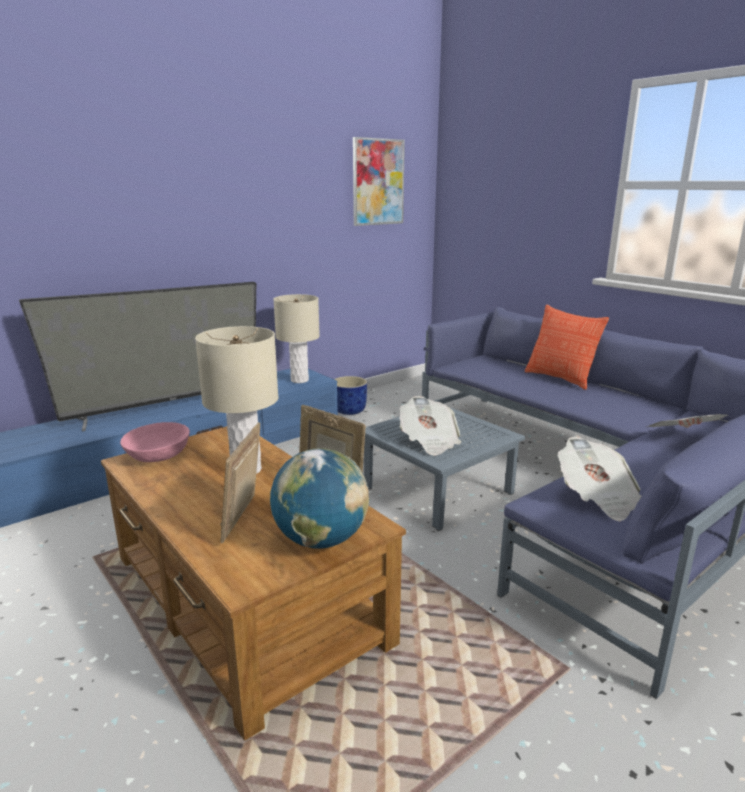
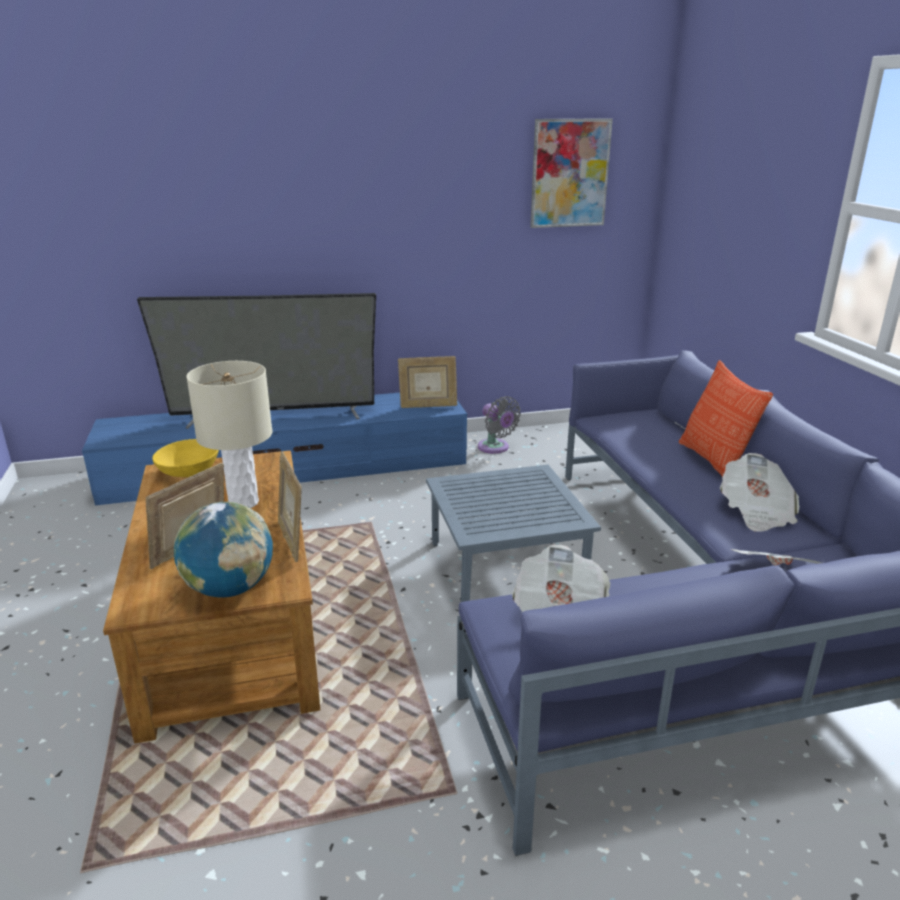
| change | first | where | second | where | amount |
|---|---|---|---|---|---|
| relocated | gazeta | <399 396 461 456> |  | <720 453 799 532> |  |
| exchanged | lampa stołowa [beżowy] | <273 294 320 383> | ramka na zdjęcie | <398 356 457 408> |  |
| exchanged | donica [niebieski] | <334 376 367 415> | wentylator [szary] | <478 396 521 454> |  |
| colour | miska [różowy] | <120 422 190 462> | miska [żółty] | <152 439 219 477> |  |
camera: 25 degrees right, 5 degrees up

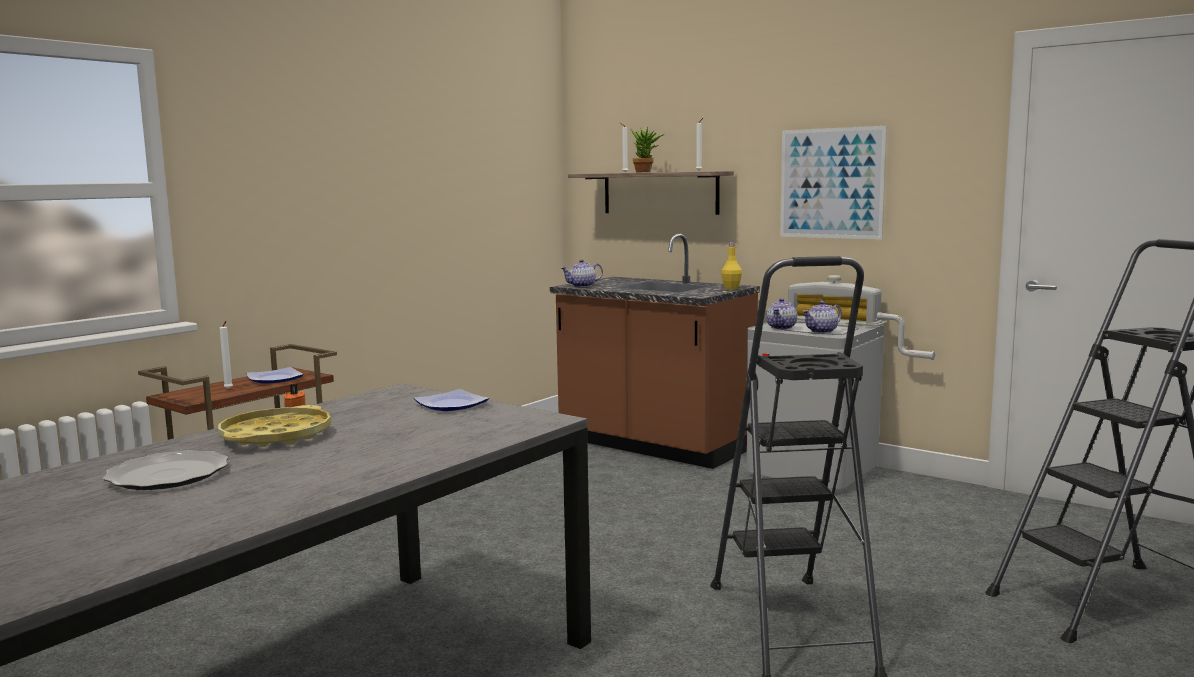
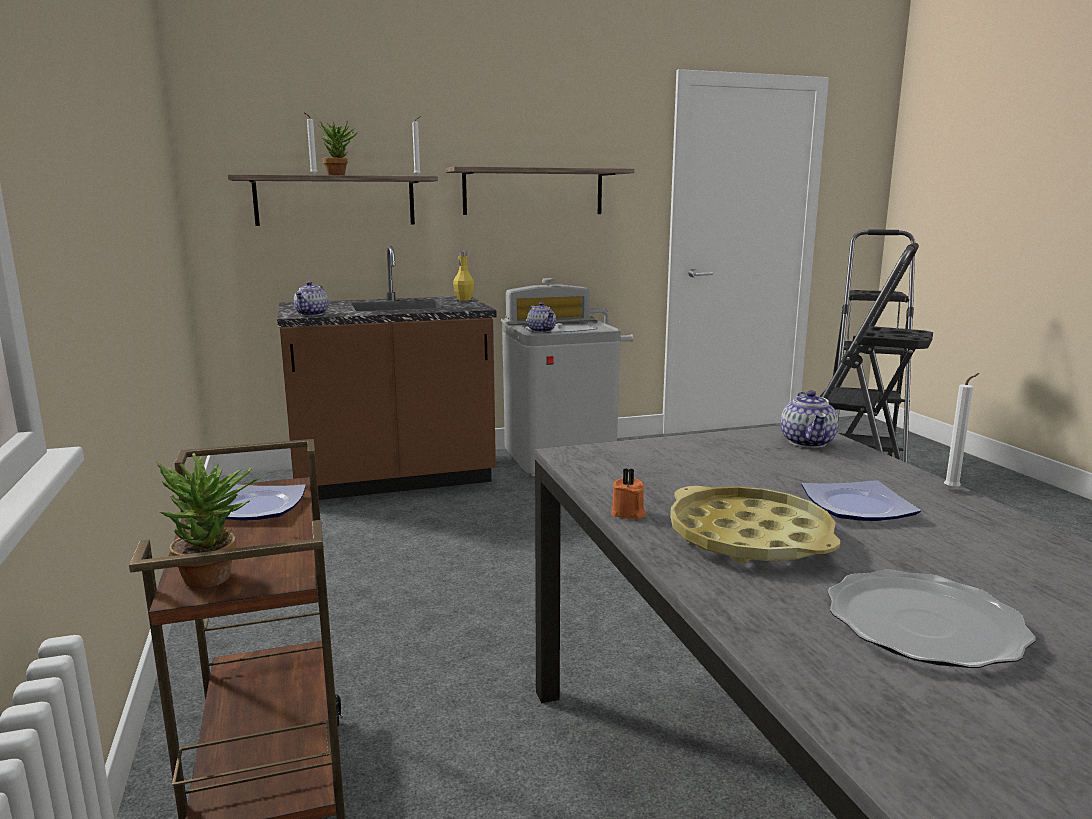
| change | first | where | second | where | amount |
|---|---|---|---|---|---|
| appeared |  |  | roślina doniczkowa | <156 453 259 588> |  |
| relocated | świeca [biały] | <219 321 233 389> |  | <944 373 980 490> |  |
| relocated | talerz | <414 389 489 411> |  | <802 480 921 521> |  |
| relocated | imbryk | <802 301 842 333> |  | <781 390 838 448> |  |
| exchanged | obraz | <780 126 887 240> | półka | <445 166 635 215> |  |
camera: 55 degrees left, 5 degrees up

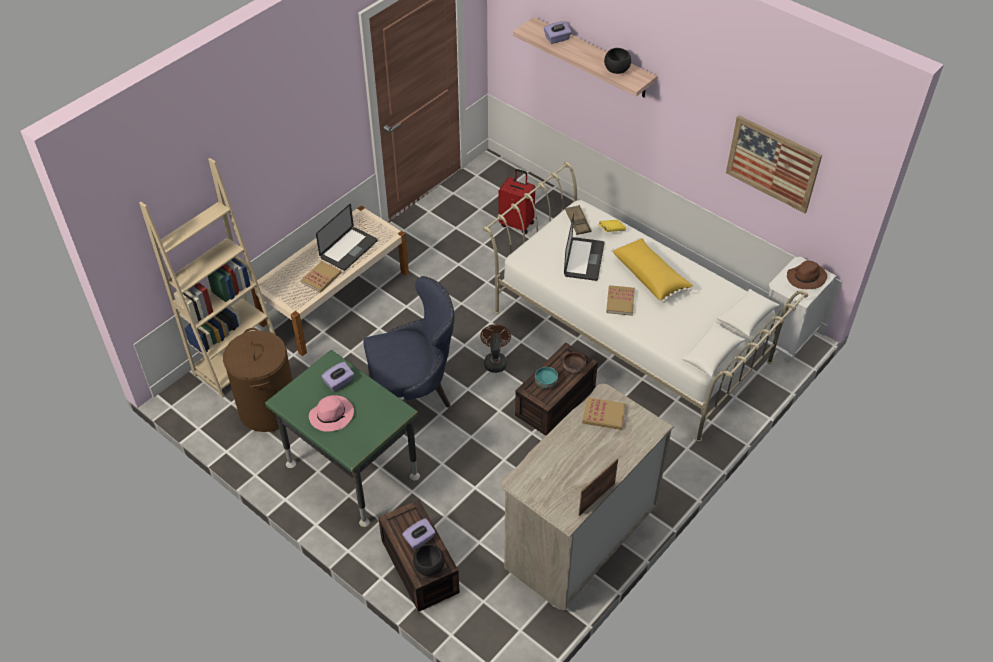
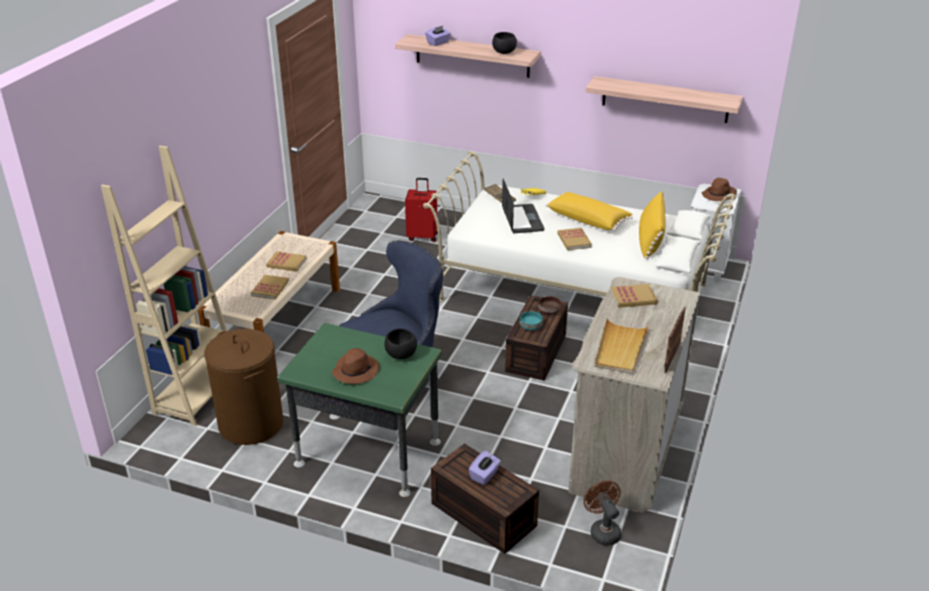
| change | first | where | second | where | amount |
|---|---|---|---|---|---|
| missing | pudełko chusteczek [fioletowy] | <321 362 354 391> |  |  |  |
| appeared |  |  | taca [beżowy] | <595 318 649 374> |  |
| appeared |  |  | poduszka [żółty] | <639 191 666 259> |  |
| relocated | miska [czarny] | <413 544 445 576> |  | <384 328 417 359> |  |
| relocated | wentylator [brązowy] | <480 324 511 373> |  | <583 480 621 546> |  |
| exchanged | laptop | <316 204 377 271> | książka | <266 251 307 272> |  |
| exchanged | obraz | <726 115 822 213> | półka | <586 76 743 123> |  |
| colour | kapelusz [różowy] | <309 395 354 431> | kapelusz [brązowy] | <332 348 379 384> |  |
camera: 20 degrees left, 15 degrees down

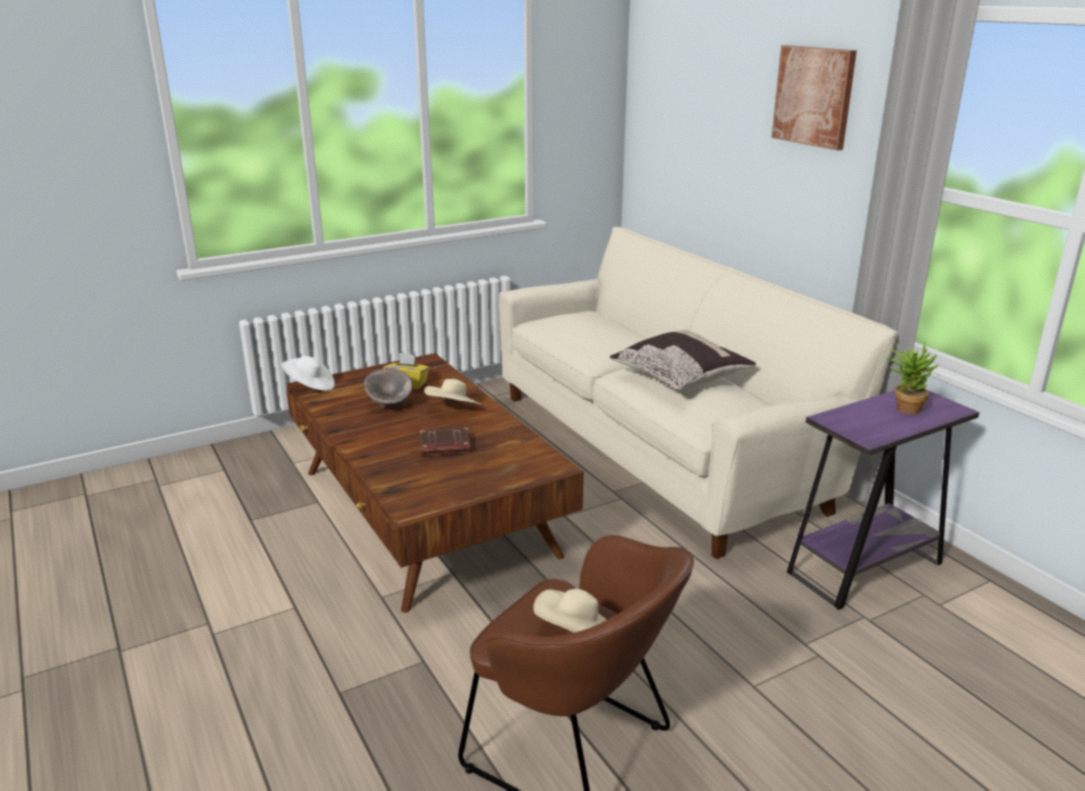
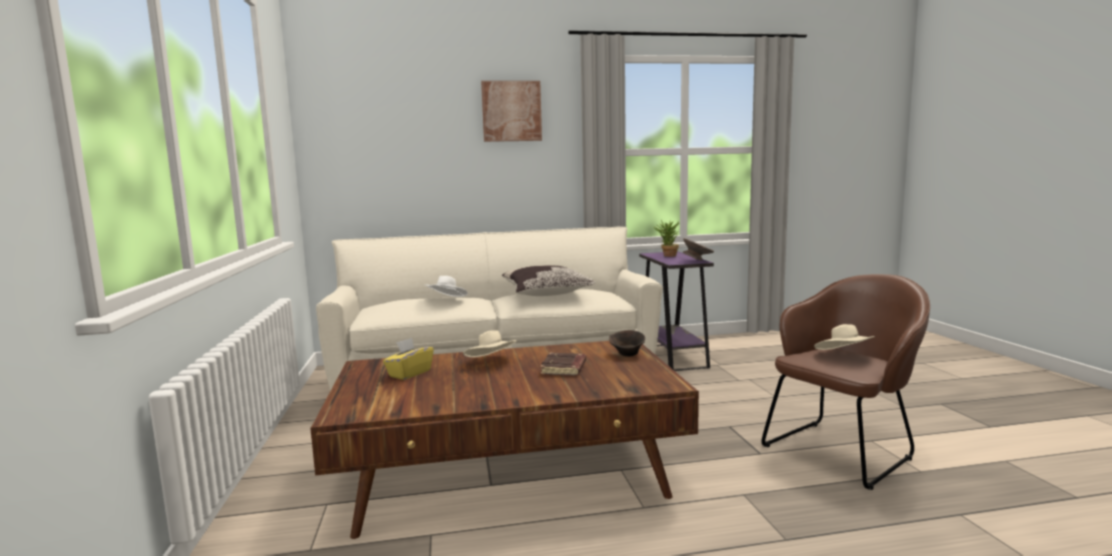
| change | first | where | second | where | amount |
|---|---|---|---|---|---|
| appeared |  |  | miska [brązowy] | <609 330 645 357> |  |
| relocated | kapelusz [biały] | <281 356 335 391> |  | <426 276 468 297> |  |
| relocated | miska [szary] | <364 368 413 408> |  | <683 238 714 261> |  |
camera: 70 degrees left, 15 degrees down

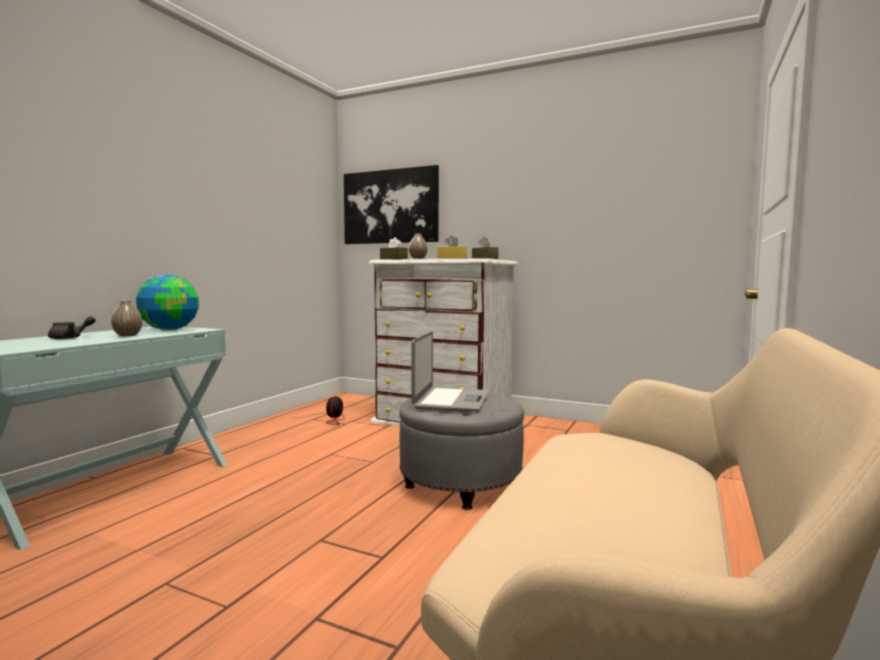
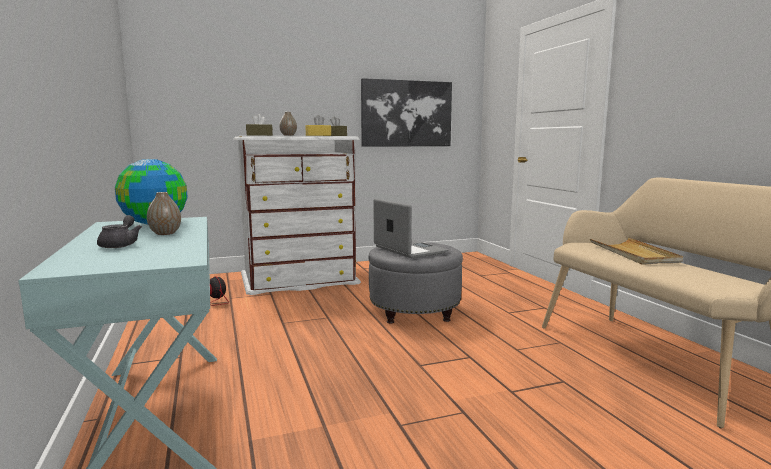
| change | first | where | second | where | amount |
|---|---|---|---|---|---|
| appeared |  |  | taca [beżowy] | <590 237 683 265> |  |
| relocated | obraz | <344 165 439 244> |  | <361 78 452 147> |  |
camera: 45 degrees left, 5 degrees up

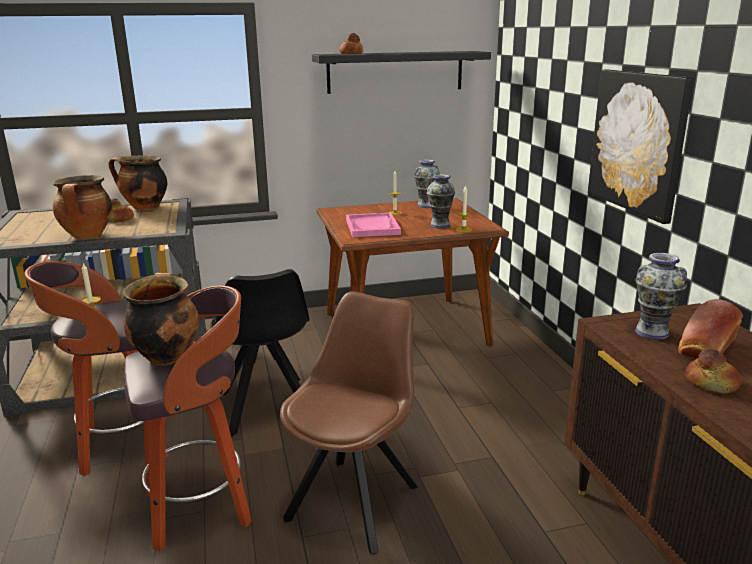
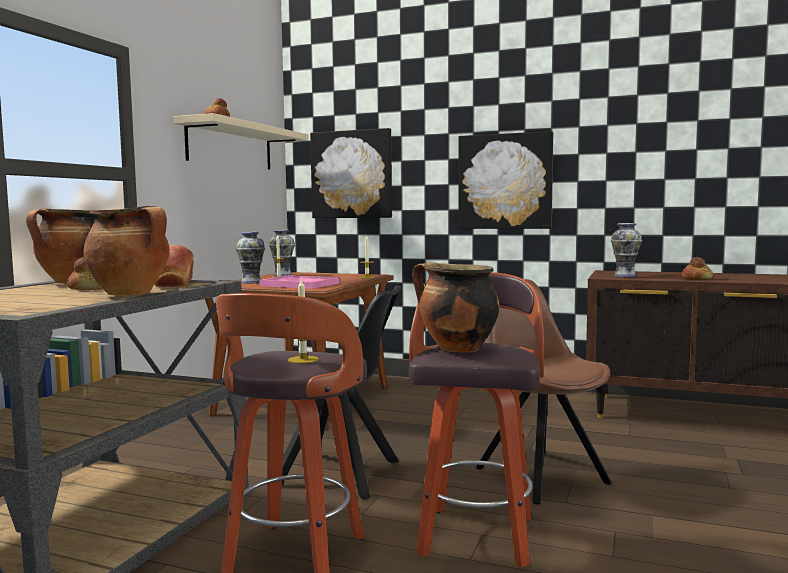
| change | first | where | second | where | amount |
|---|---|---|---|---|---|
| appeared |  |  | obraz | <310 128 392 218> |  |
| relocated | wazon | <427 174 455 229> |  | <236 232 265 284> |  |
| relocated | chleb | <679 299 743 359> |  | <154 245 194 287> |  |
| colour | półka [czarny] | <312 51 491 94> | półka [beżowy] | <174 113 308 170> |  |
camera: 55 degrees left, 15 degrees down

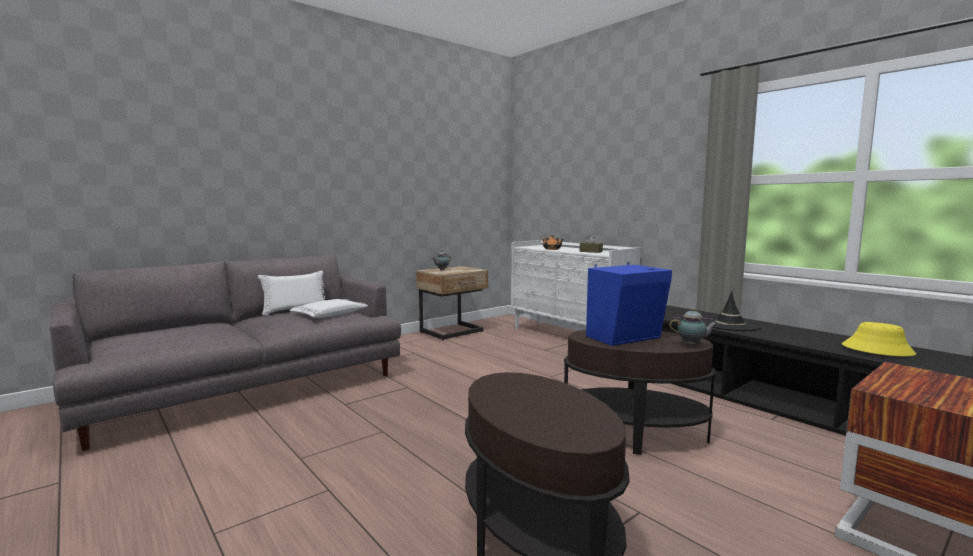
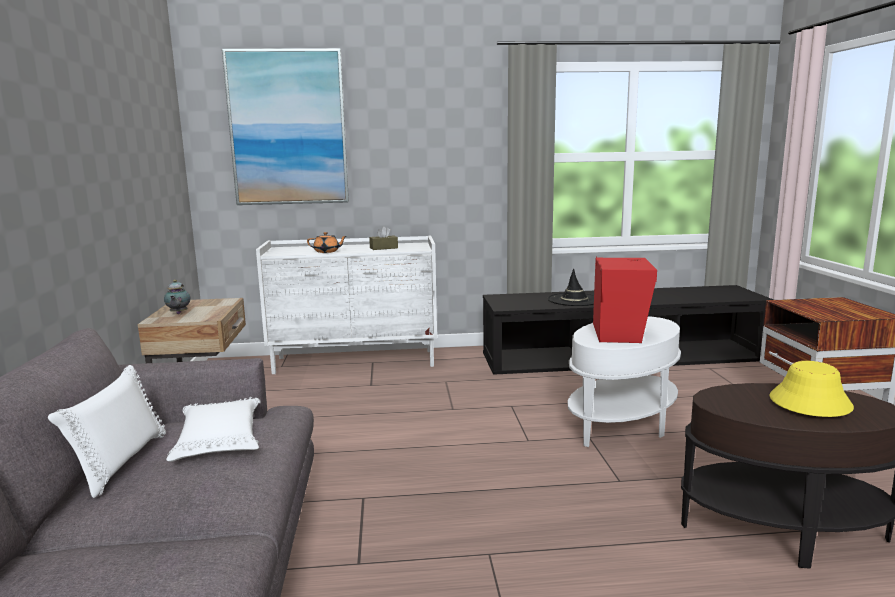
| change | first | where | second | where | amount |
|---|---|---|---|---|---|
| missing | imbryk | <669 308 718 346> |  |  |  |
| appeared |  |  | obraz | <222 48 349 205> |  |
| relocated | kapelusz [żółty] | <842 322 916 356> |  | <769 361 854 417> |  |
| colour | stolik [brązowy] | <564 330 716 455> | stolik [biały] | <568 316 681 447> |  |
| colour | głośnik [niebieski] | <586 262 672 346> | głośnik [czerwony] | <593 256 657 343> |  |
camera: 55 degrees left, 5 degrees up

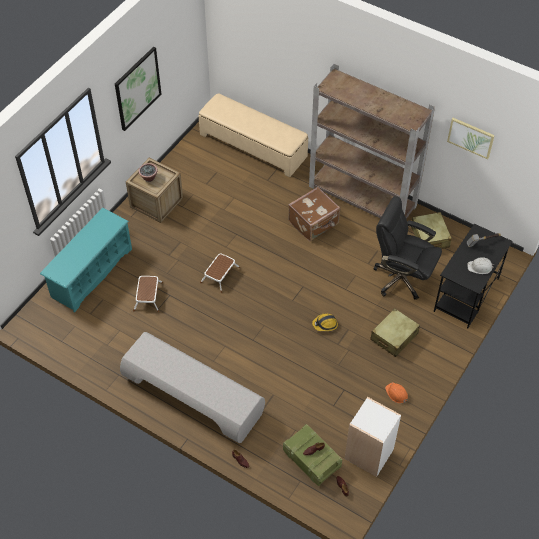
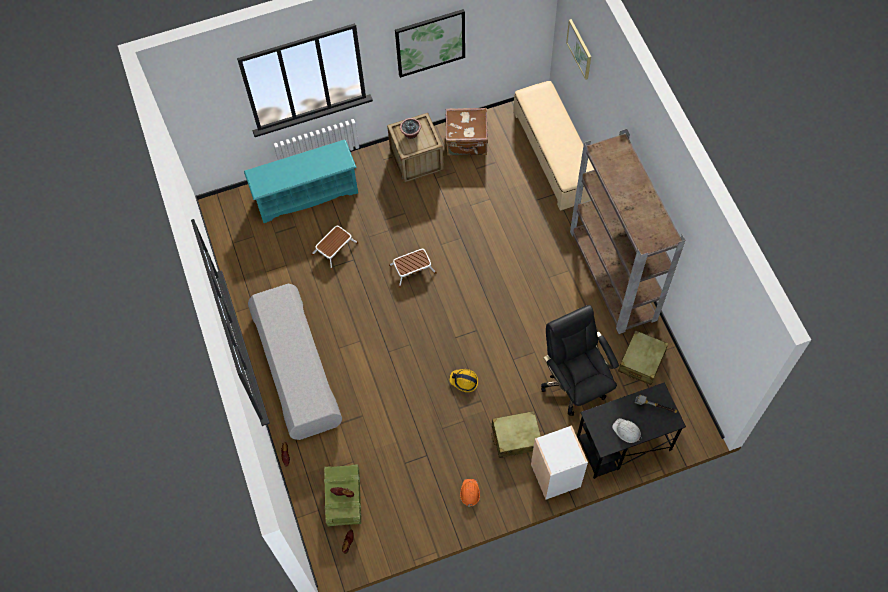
| change | first | where | second | where | amount |
|---|---|---|---|---|---|
| relocated | walizka [brązowy] | <288 187 340 241> |  | <446 108 488 156> |  |
| relocated | regał | <345 397 401 477> |  | <531 425 588 500> |  |
| relocated | obraz | <447 118 495 159> |  | <566 19 591 80> |  |
camera: 40 degrees right, 10 degrees up

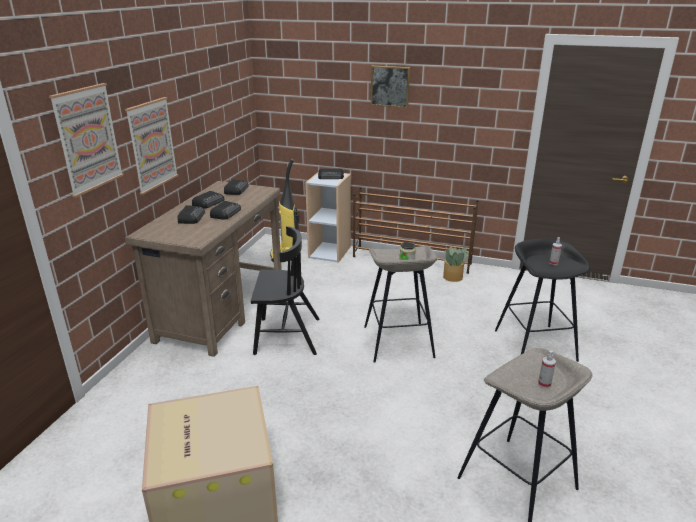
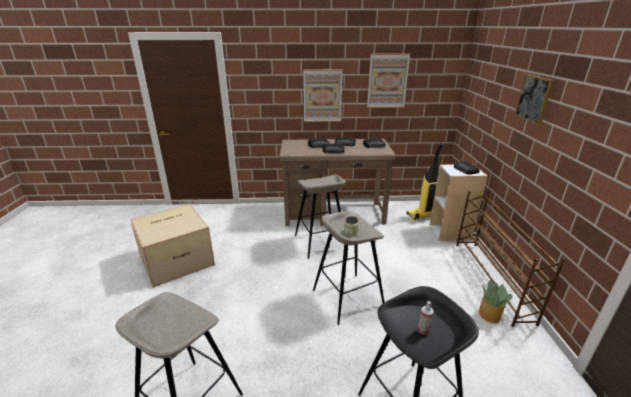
| change | first | where | second | where | amount |
|---|---|---|---|---|---|
| missing | spryskiwacz | <538 351 556 388> |  |  |  |
| relocated | obraz | <49 83 124 197> |  | <367 53 410 108> |  |
| exchanged | krzesło [czarny] | <251 226 320 355> | stołek [szary] | <295 174 346 259> |  |
camera: 70 degrees right, 0 degrees up

